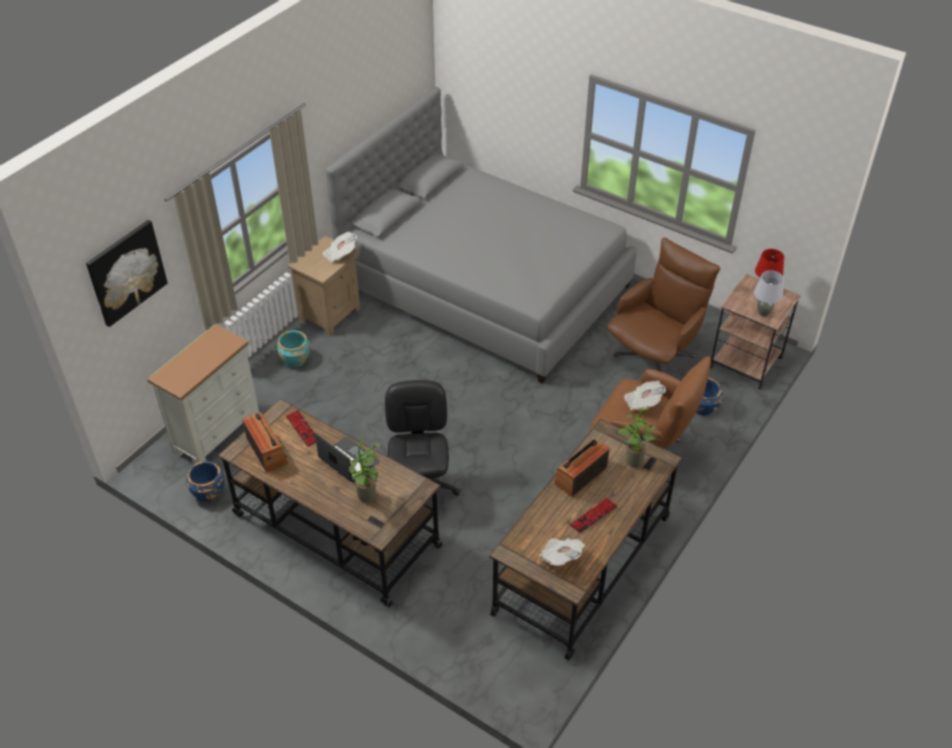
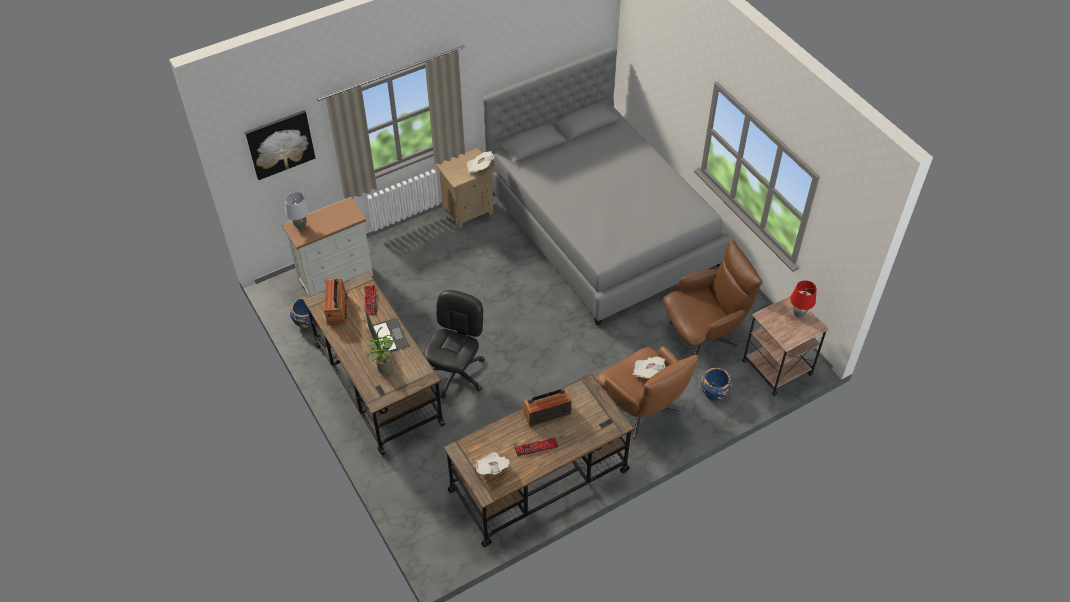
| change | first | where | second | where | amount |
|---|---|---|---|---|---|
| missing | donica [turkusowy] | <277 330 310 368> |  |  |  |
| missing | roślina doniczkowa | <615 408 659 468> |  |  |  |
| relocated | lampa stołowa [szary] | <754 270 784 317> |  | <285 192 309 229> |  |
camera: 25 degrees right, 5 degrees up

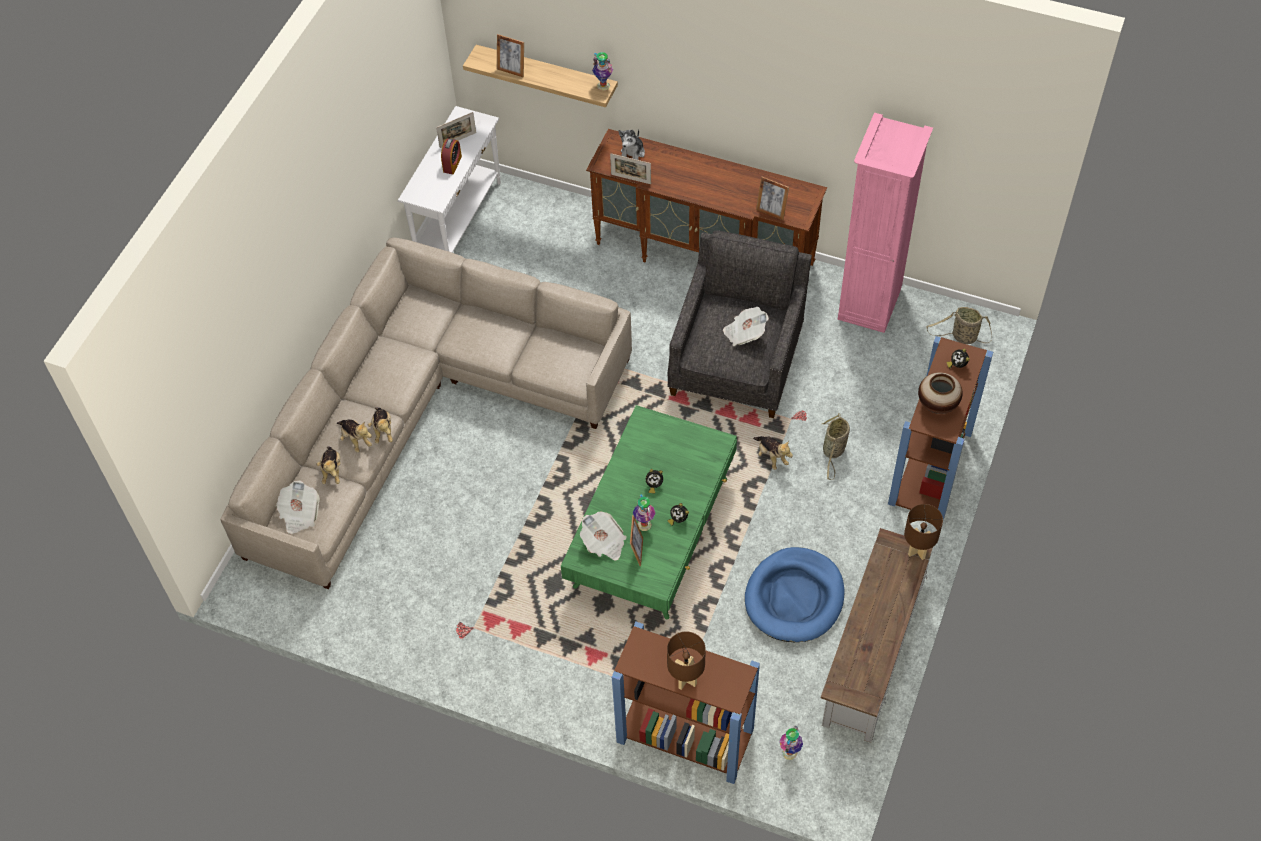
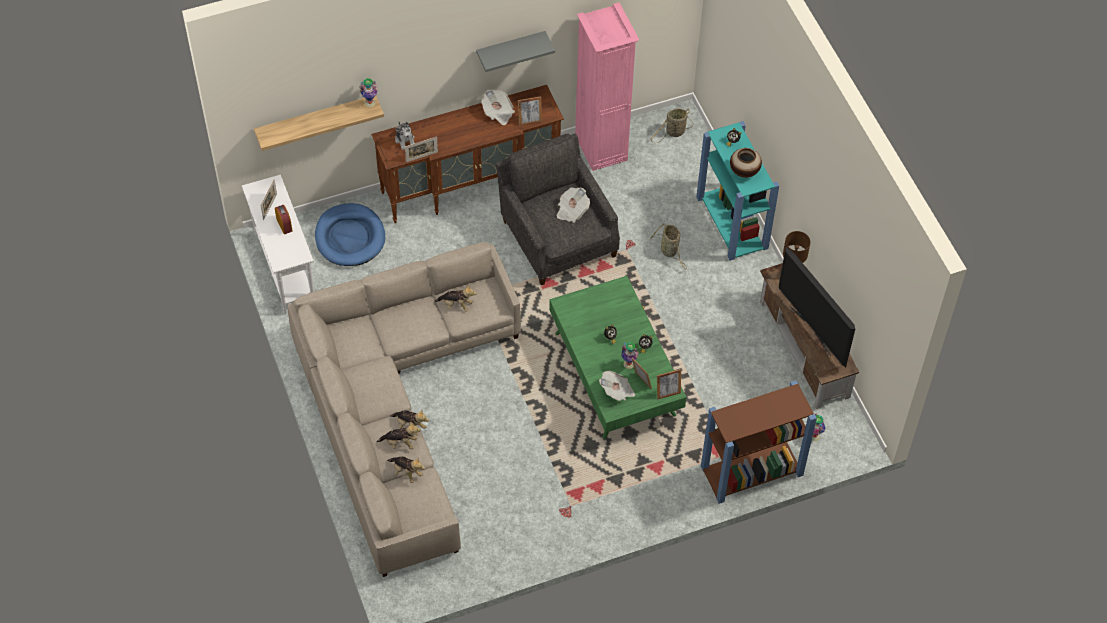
| change | first | where | second | where | amount |
|---|---|---|---|---|---|
| missing | lampa stołowa [brązowy] | <667 632 706 690> |  |  |  |
| appeared |  |  | półka [szary] | <476 31 555 72> |  |
| appeared |  |  | telewizor | <779 247 855 367> |  |
| relocated | gazeta | <276 480 320 534> |  | <481 90 515 125> |  |
| relocated | ramka na zdjęcie | <497 34 524 77> |  | <657 369 681 399> |  |
| relocated | legowisko [niebieski] | <745 547 845 642> |  | <315 203 385 266> |  |
| relocated | pluszak | <753 436 793 470> |  | <434 284 476 312> |  |
| colour | regał [brązowy] | <888 336 993 520> | regał [turkusowy] | <696 121 779 261> |  |
camera: 45 degrees left, 0 degrees up

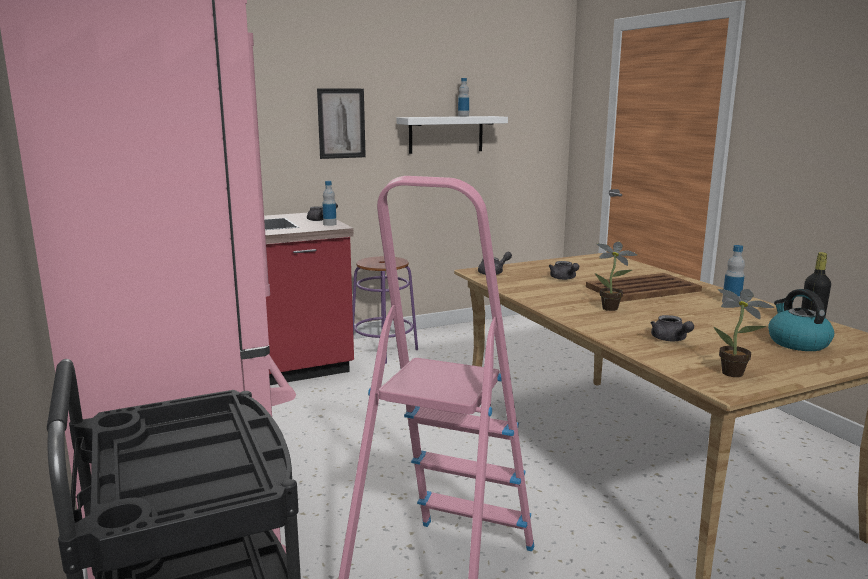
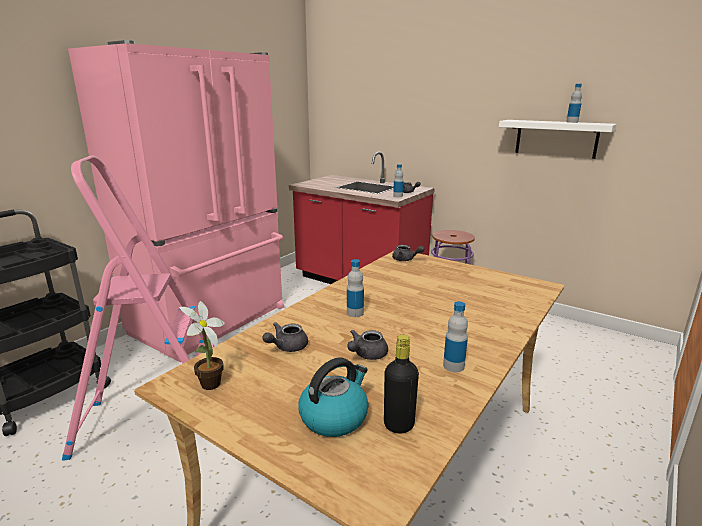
| change | first | where | second | where | amount |
|---|---|---|---|---|---|
| missing | obraz | <317 88 366 159> |  |  |  |
| missing | taca [brązowy] | <586 273 702 302> |  |  |  |
| relocated | imbryk [szary] | <549 261 579 280> |  | <347 330 388 360> |  |
| exchanged | roślina doniczkowa | <595 242 637 311> | butelka | <347 259 364 317> |  |
camera: 60 degrees right, 5 degrees up

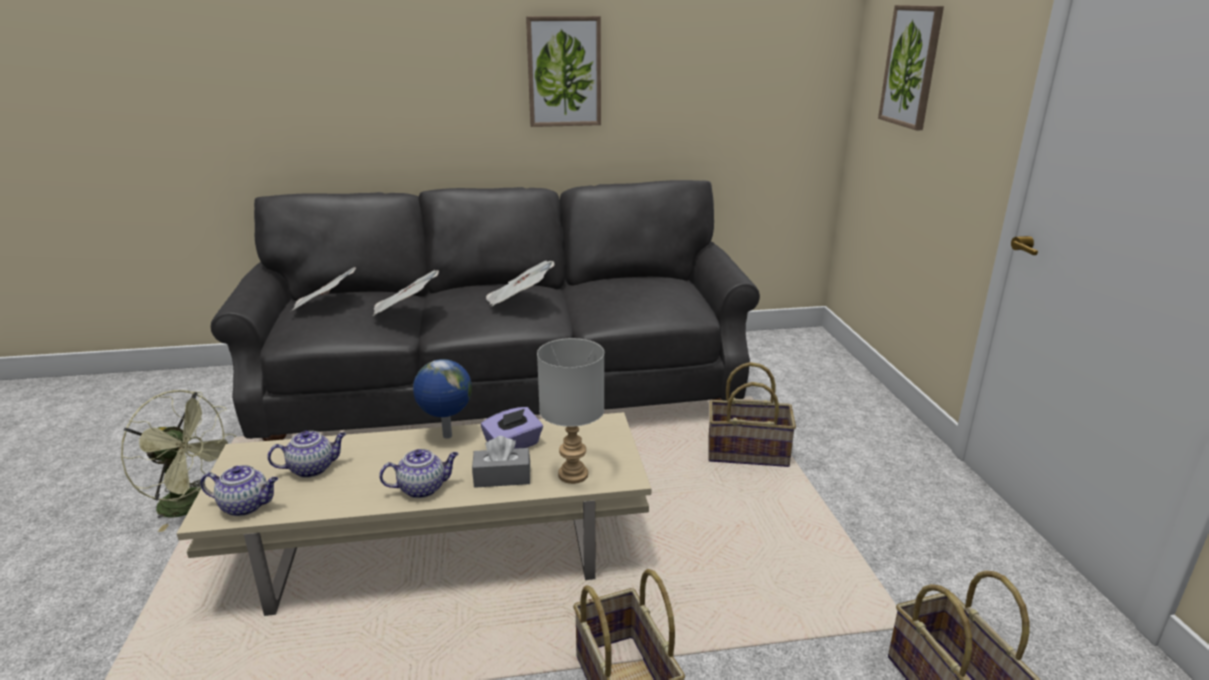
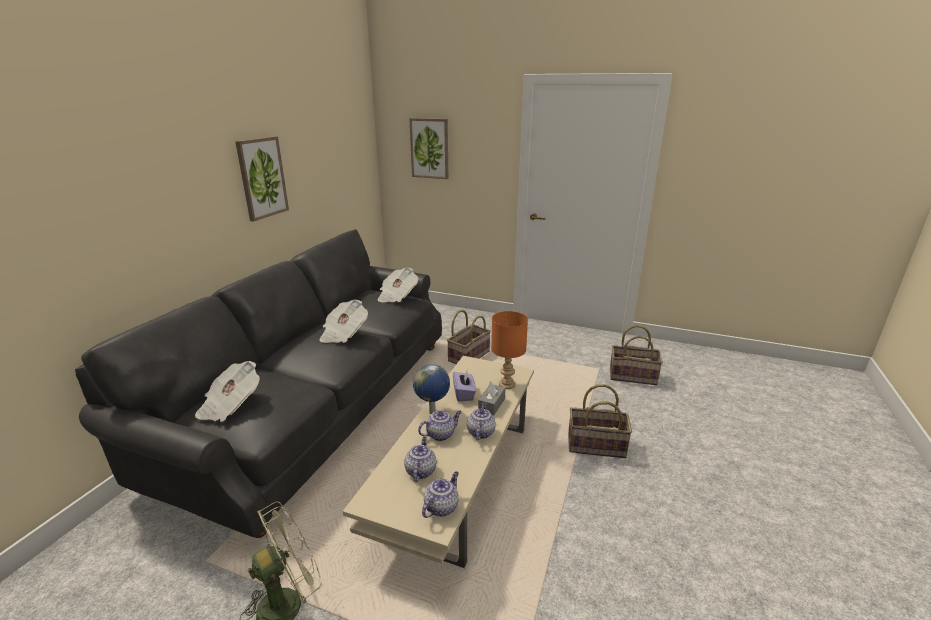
| change | first | where | second | where | amount |
|---|---|---|---|---|---|
| appeared |  |  | imbryk | <418 410 462 441> |  |
| relocated | gazeta | <373 270 439 316> |  | <377 268 418 302> |  |
| colour | lampa stołowa [szary] | <537 338 604 484> | lampa stołowa [pomarańczowy] | <491 311 528 389> |  |
camera: 60 degrees left, 0 degrees up

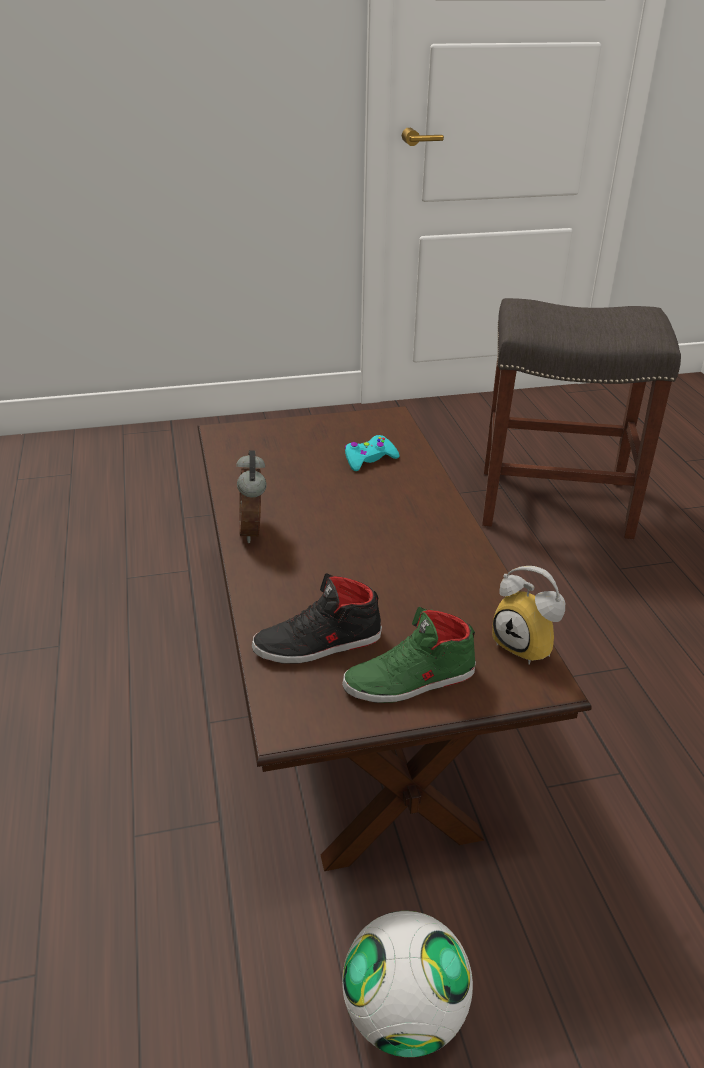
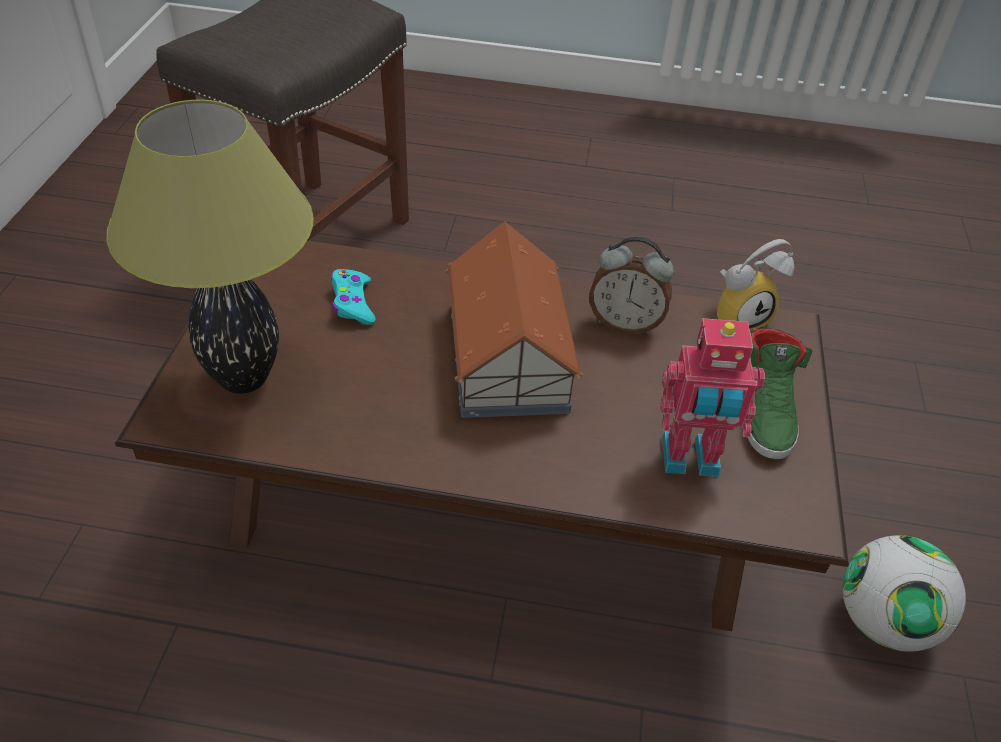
| change | first | where | second | where | amount |
|---|---|---|---|---|---|
| appeared |  |  | lampa stołowa | <106 100 314 394> |  |
| appeared |  |  | domek | <445 222 583 418> |  |
| relocated | budzik | <236 450 267 543> |  | <589 236 674 334> |  |
| exchanged | but [czarny] | <252 573 382 663> | robot zabawkowy | <660 318 765 477> |  |
camera: 70 degrees left, 10 degrees up

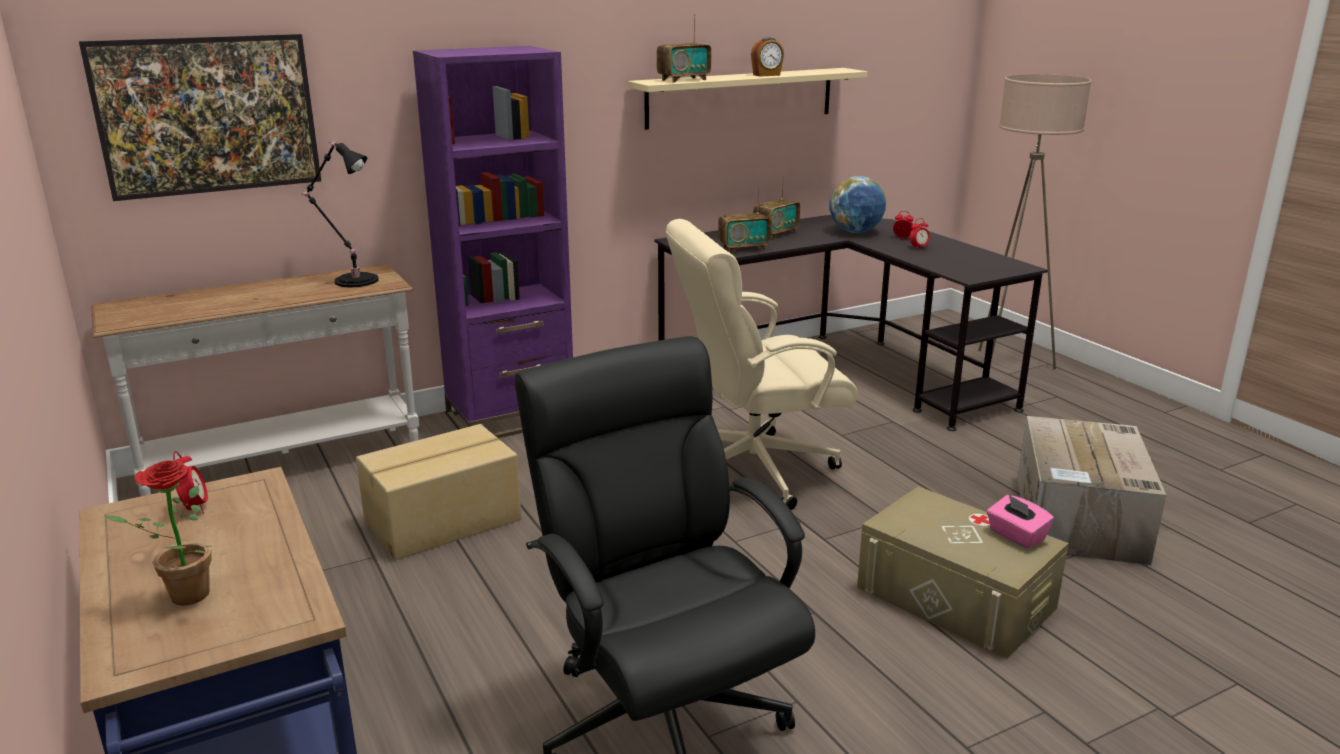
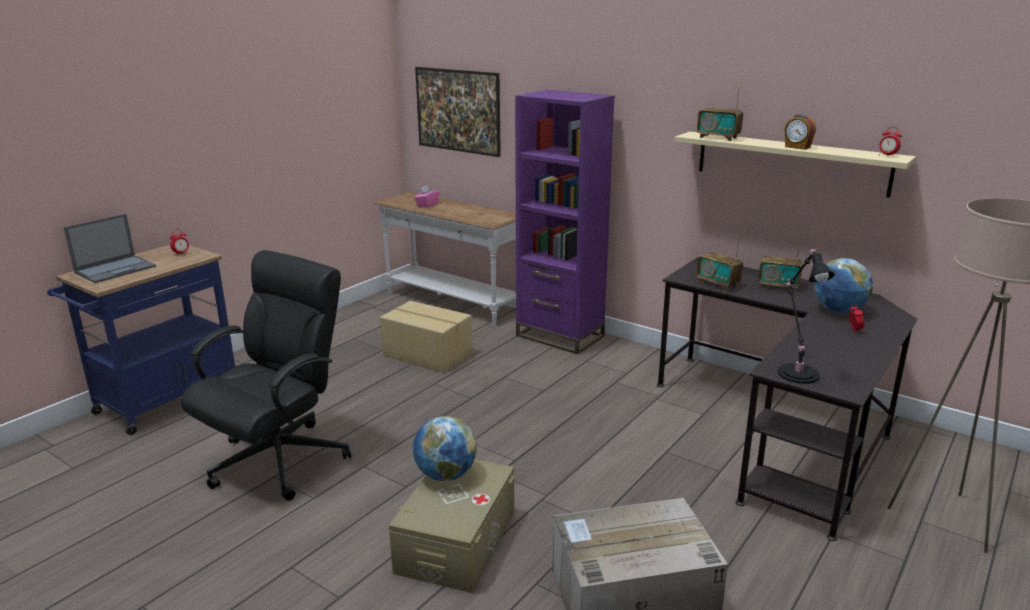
| change | first | where | second | where | amount |
|---|---|---|---|---|---|
| missing | krzesło biurowe [beżowy] | <666 219 858 510> |  |  |  |
| appeared |  |  | globus | <413 416 477 481> |  |
| relocated | lampa stołowa [czarny] | <303 141 379 287> |  | <778 249 835 384> |  |
| relocated | budzik | <910 218 930 249> |  | <879 127 902 157> |  |
| relocated | pudełko chusteczek [różowy] | <987 495 1054 549> |  | <414 185 440 208> |  |
| exchanged | roślina doniczkowa | <105 460 212 606> | laptop | <64 214 156 283> |  |
camera: 65 degrees right, 0 degrees up

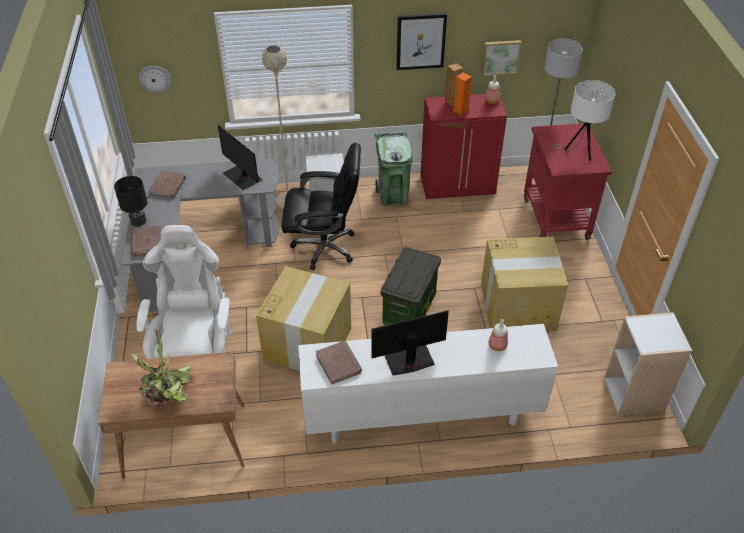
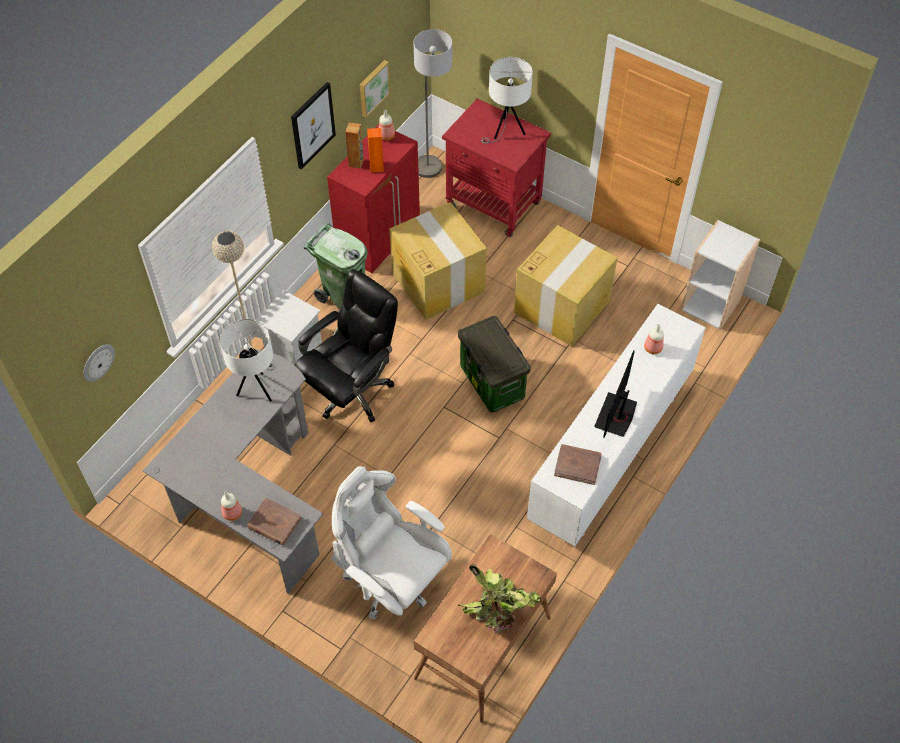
| change | first | where | second | where | amount |
|---|---|---|---|---|---|
| missing | książka [brązowy] | <148 171 186 198> |  |  |  |
| relocated | karton | <256 266 351 371> |  | <389 202 487 320> |  |
| exchanged | lampa stołowa [czarny] | <114 176 148 226> | butelka | <221 492 242 521> |  |
| exchanged | monitor | <218 125 262 190> | lampa stołowa [biały] | <220 319 275 402> |  |
camera: 50 degrees left, 10 degrees up

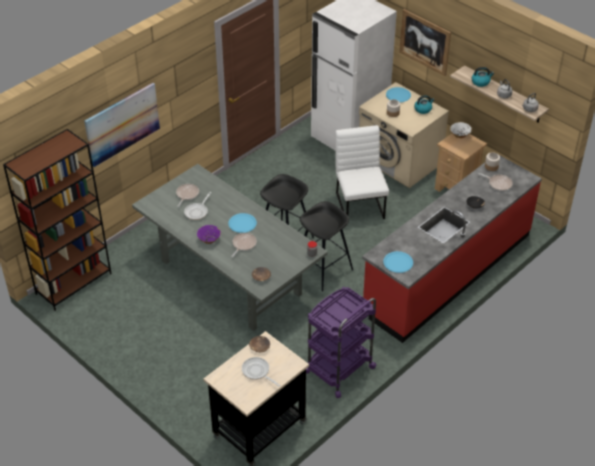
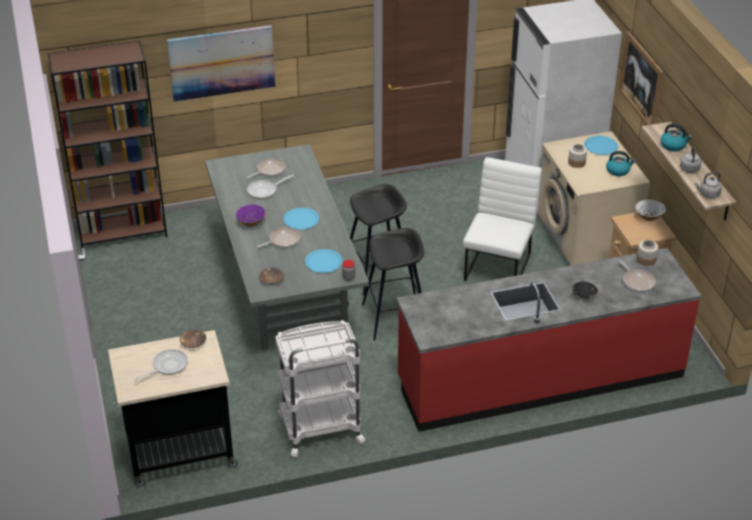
| change | first | where | second | where | amount |
|---|---|---|---|---|---|
| relocated | talerz [niebieski] | <383 251 413 273> |  | <305 249 342 273> |  |
| colour | wózek [fioletowy] | <306 287 377 398> | wózek [biały] | <276 320 365 458> |  |
| spun | patelnia | <242 357 280 387> |  | <134 349 188 381> | 60 degrees clockwise |
camera: 30 degrees right, 5 degrees down

